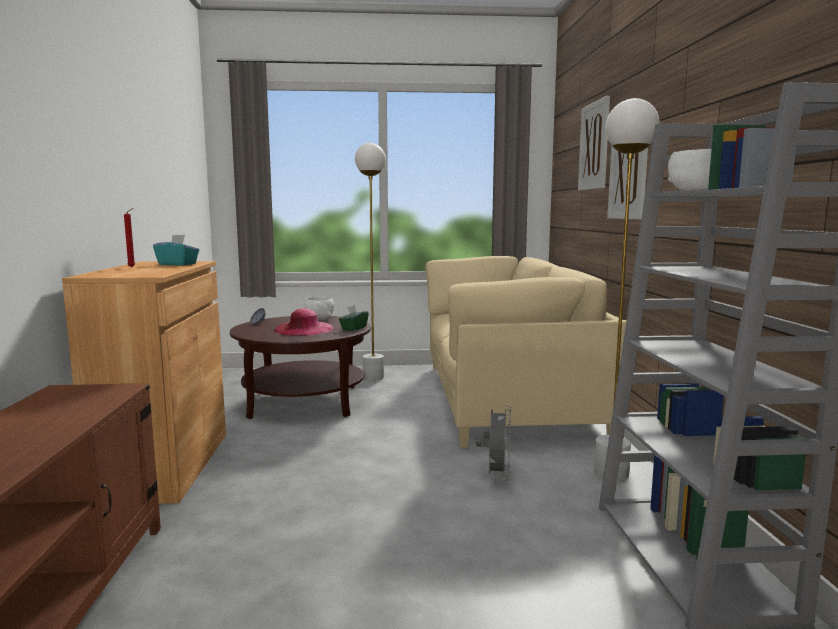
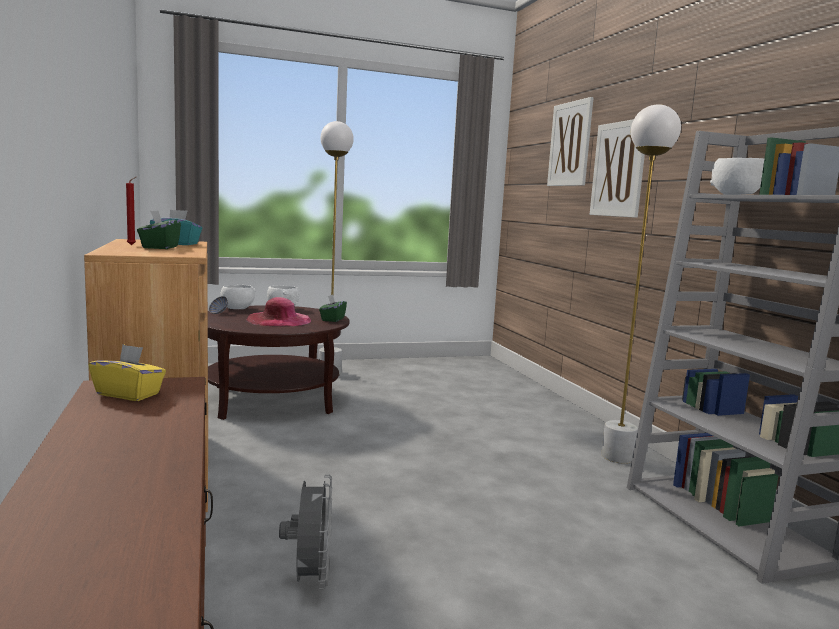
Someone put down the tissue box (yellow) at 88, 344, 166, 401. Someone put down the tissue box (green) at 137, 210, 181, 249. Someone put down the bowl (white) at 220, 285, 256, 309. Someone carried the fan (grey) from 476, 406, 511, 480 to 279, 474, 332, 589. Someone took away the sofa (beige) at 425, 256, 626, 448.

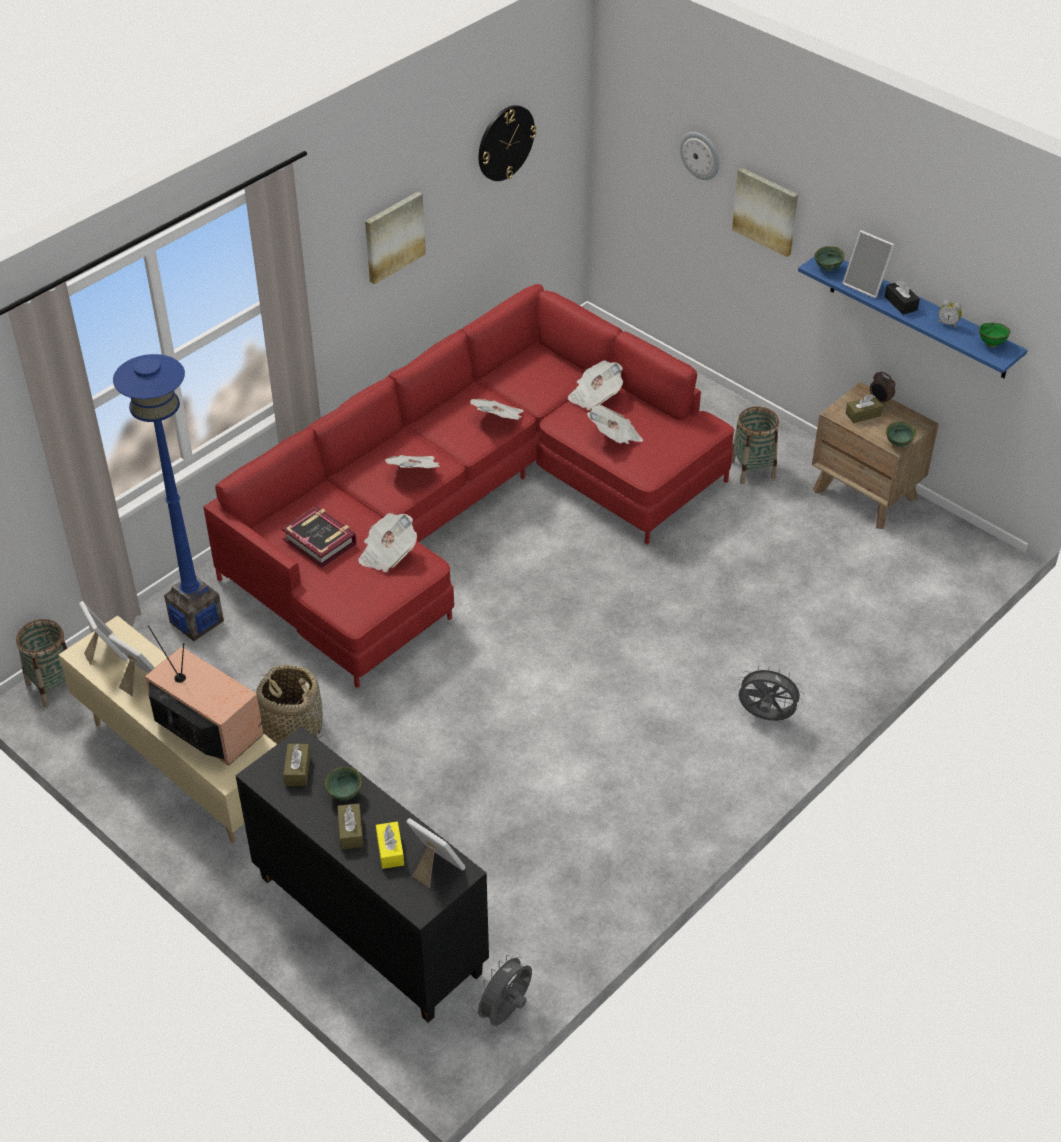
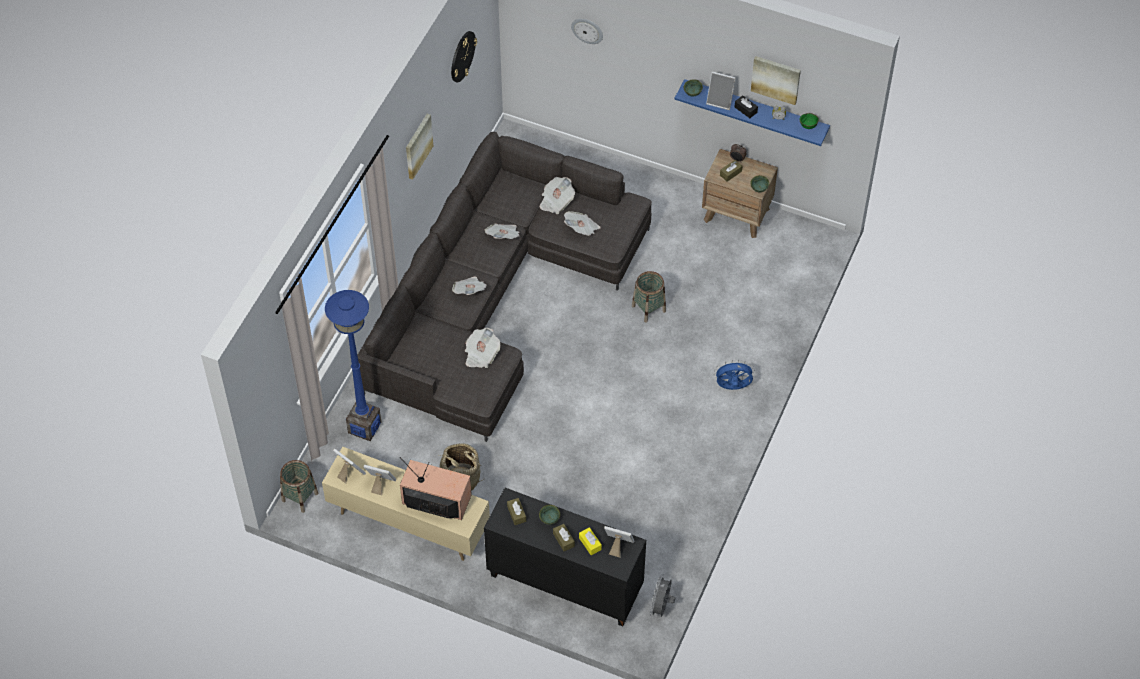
Someone repainted the sofa (red) at 203, 284, 734, 688, which became the sofa (grey) at 357, 132, 652, 442. Someone carried the basket from 731, 406, 779, 484 to 632, 271, 666, 323. Someone repainted the fan (grey) at 737, 665, 804, 721, which became the fan (blue) at 714, 360, 755, 390. Someone carried the picture from 732, 168, 798, 257 to 751, 56, 801, 105. Someone took away the book at 281, 506, 357, 568.

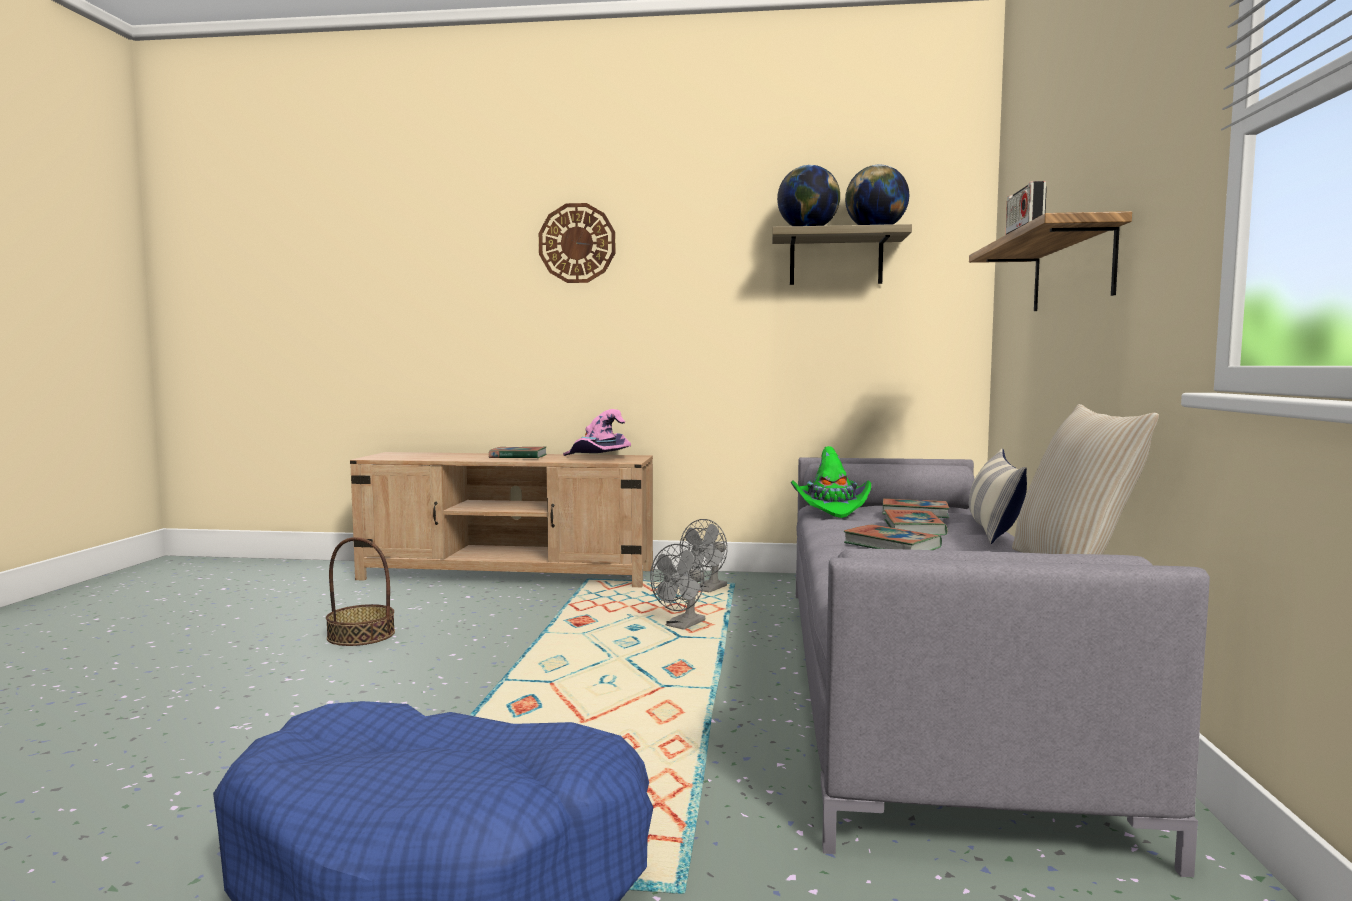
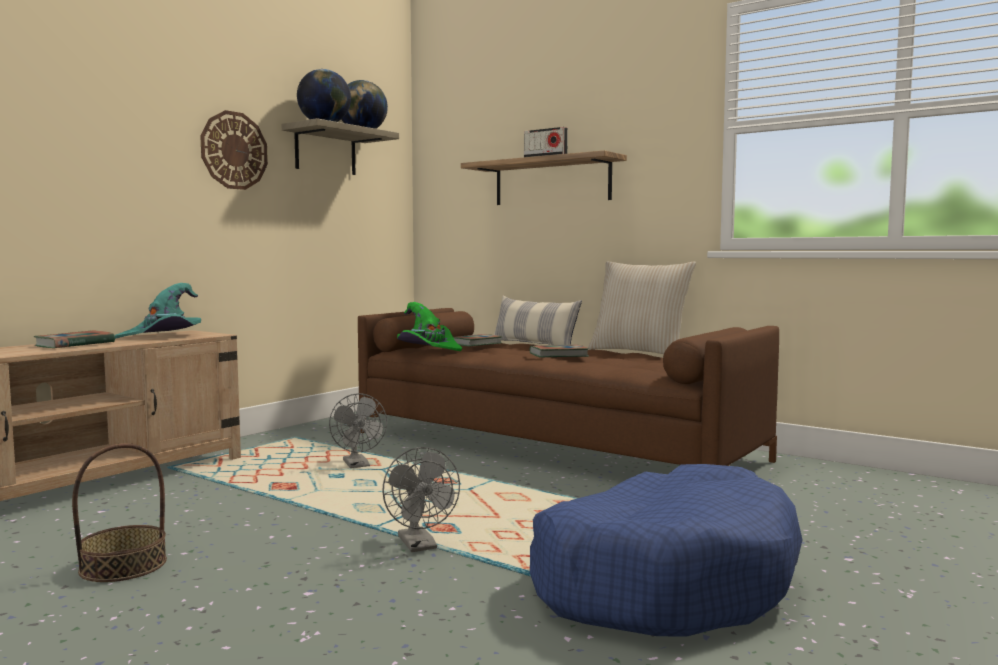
Someone repainted the hat (pink) at 563, 409, 631, 456, which became the hat (turquoise) at 114, 283, 201, 339. Someone carried the wall clock from 539, 203, 615, 283 to 200, 110, 268, 190. Someone repainted the sofa (grey) at 796, 457, 1210, 878, which became the sofa (brown) at 358, 308, 779, 466. Someone carried the fan (grey) from 680, 519, 728, 593 to 383, 447, 460, 552. Someone took away the book at 884, 509, 948, 535.

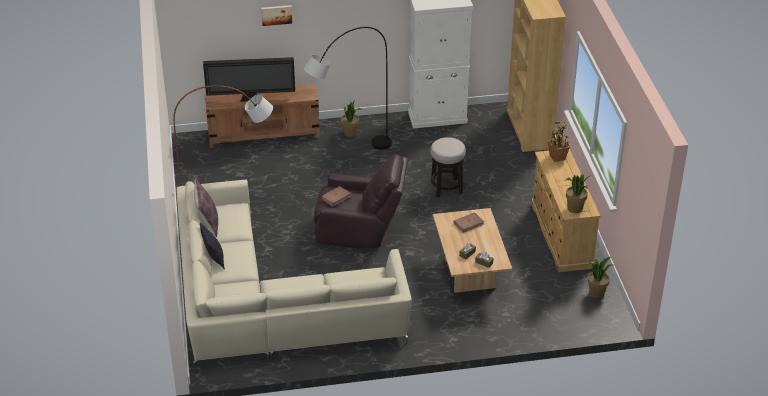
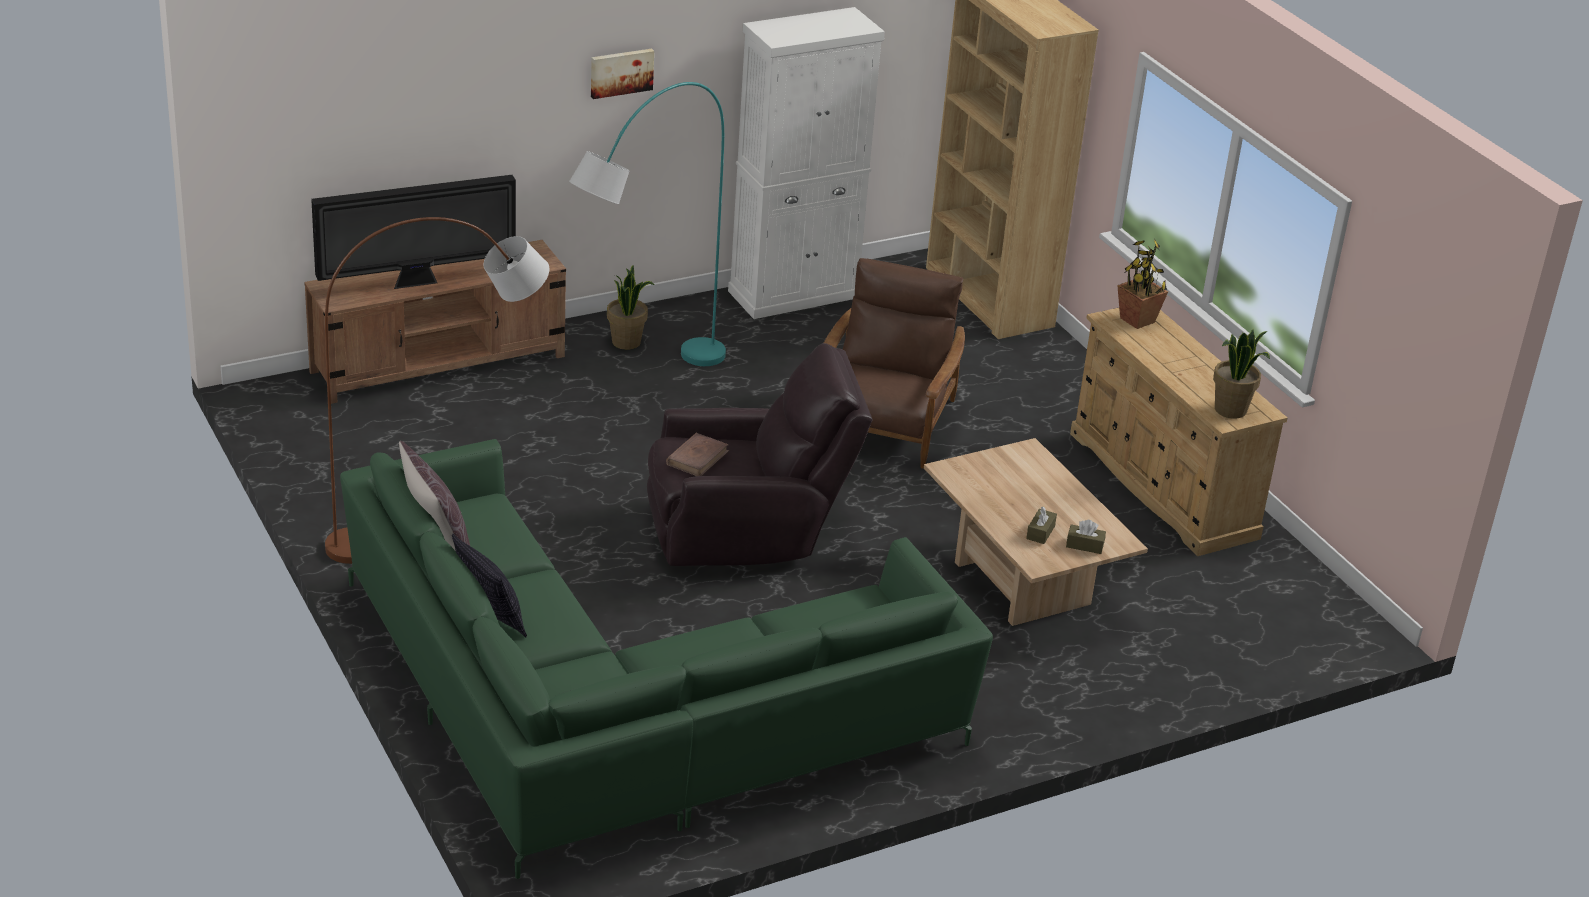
Someone repainted the sofa (beige) at 176, 179, 412, 369, which became the sofa (green) at 340, 439, 993, 879. Someone repainted the floor lamp (grey) at 303, 27, 392, 150, which became the floor lamp (turquoise) at 569, 82, 726, 366. Someone carried the picture from 261, 5, 292, 26 to 591, 49, 654, 99. Someone swapped the stool at 430, 137, 466, 197 for the armchair (brown) at 824, 258, 965, 469. Someone took away the book (brown) at 453, 212, 484, 233. Someone took away the potted plant at 587, 257, 614, 298.

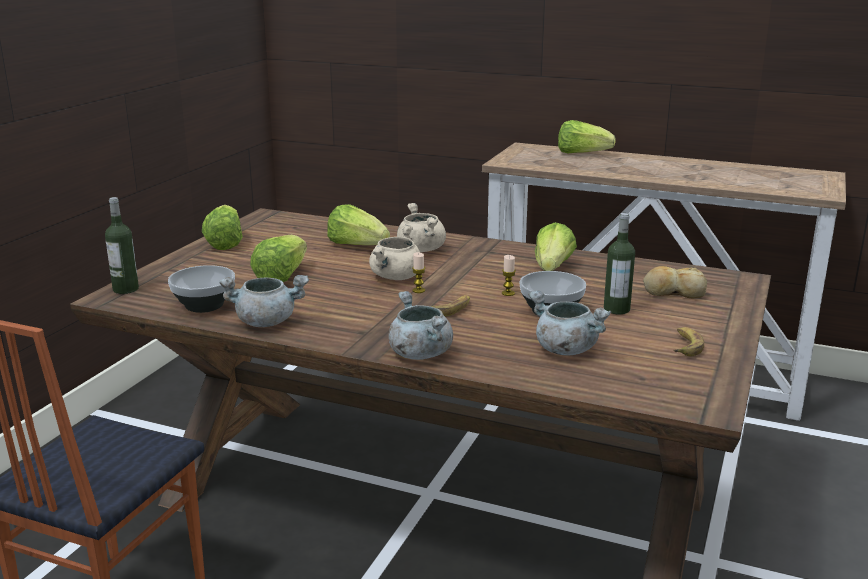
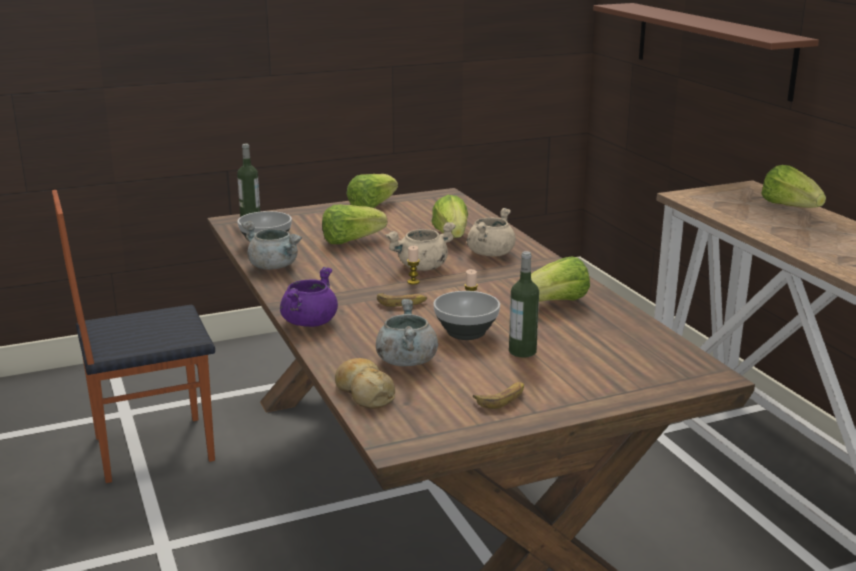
Someone repainted the cooking pot (grey) at 389, 291, 453, 360, which became the cooking pot (purple) at 280, 267, 338, 327. Someone carried the bread from 643, 266, 707, 299 to 335, 358, 395, 409. Someone put up the shelf (brown) at 593, 3, 819, 102.

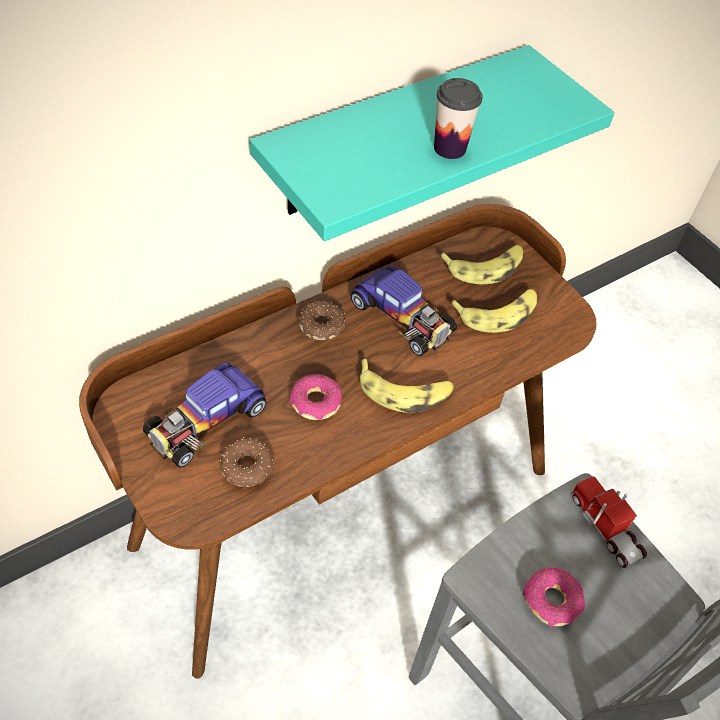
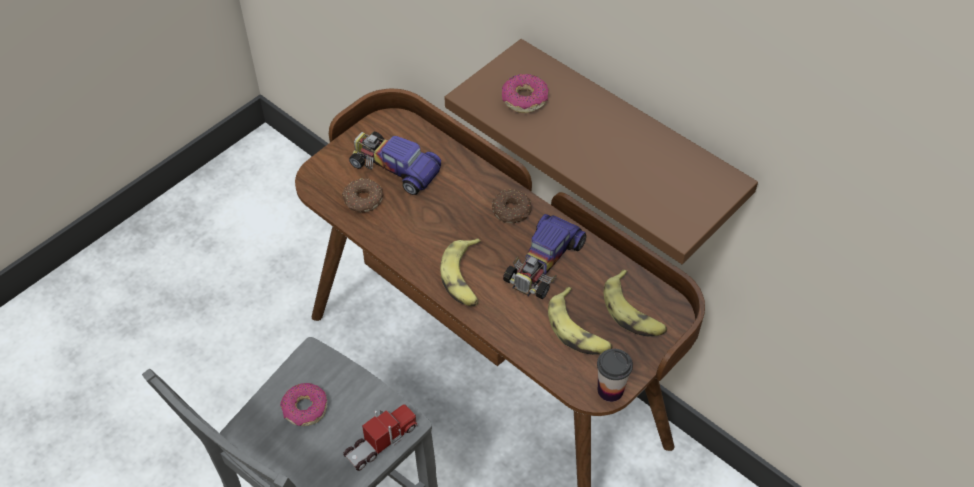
Someone repainted the shelf (turquoise) at 249, 45, 615, 241, which became the shelf (brown) at 445, 39, 758, 264. Someone carried the donut from 290, 374, 342, 420 to 502, 74, 549, 113. Someone carried the cup from 434, 78, 483, 159 to 597, 349, 633, 402.

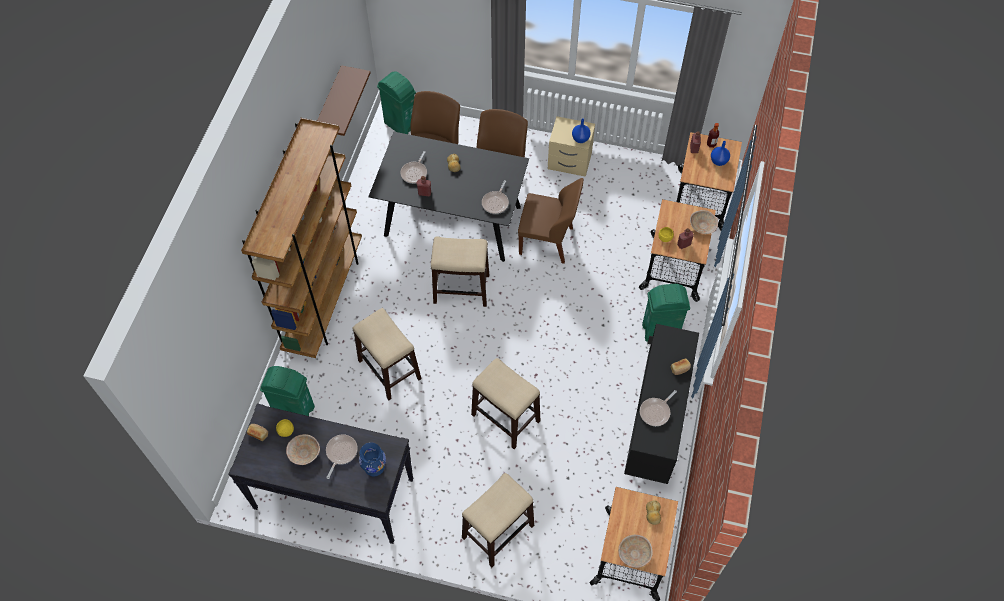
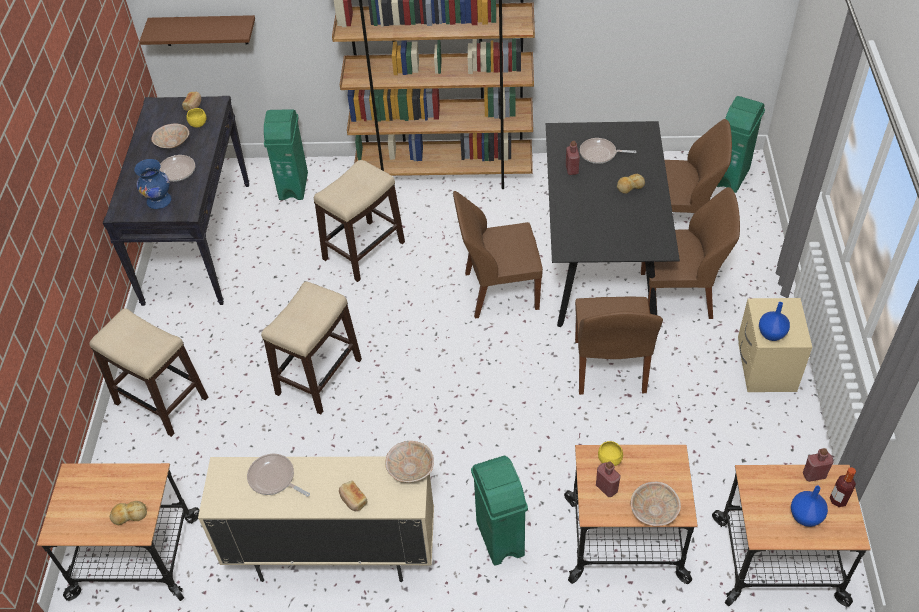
Someone carried the shelf (brown) from 317, 65, 371, 136 to 139, 15, 255, 46. Someone repainted the cabinet (black) at 624, 324, 699, 484, which became the cabinet (beige) at 198, 457, 434, 582. Someone carried the bowl (beige) from 618, 535, 653, 568 to 385, 441, 434, 482. Someone swapped the stool at 431, 236, 489, 307 for the chair (brown) at 453, 191, 543, 319. Someone took away the frying pan at 482, 180, 509, 214.

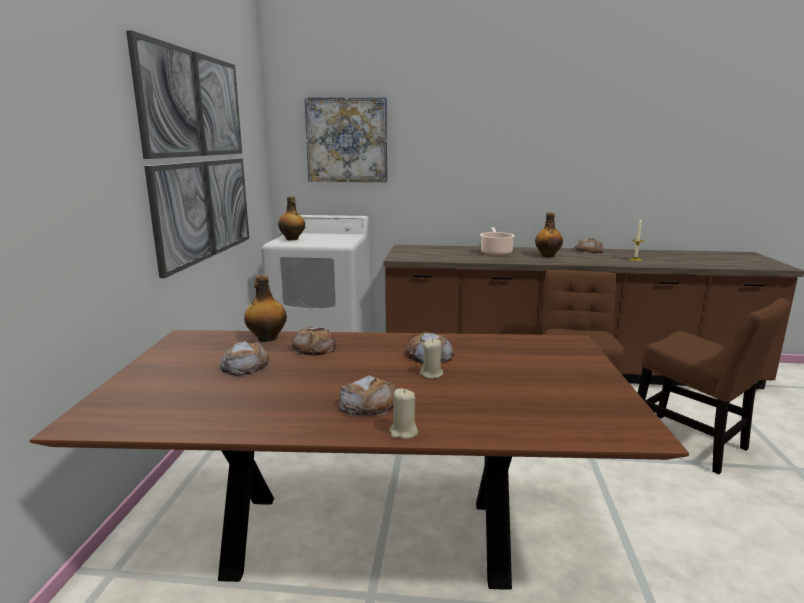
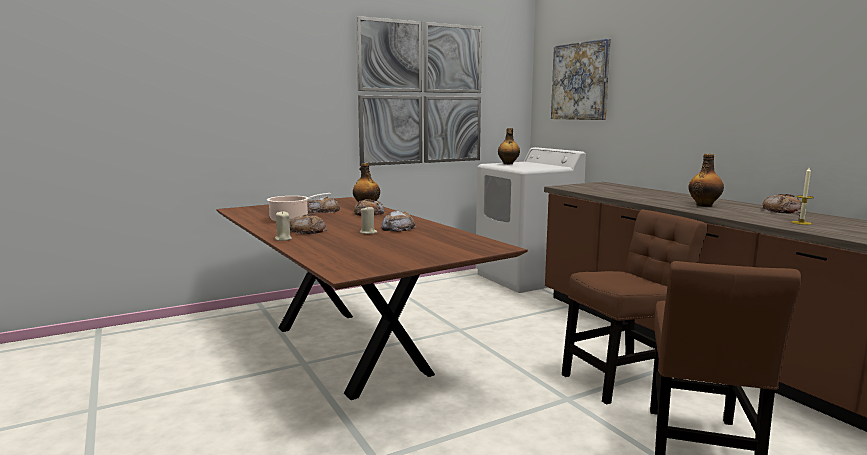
Someone carried the cooking pot from 480, 227, 515, 256 to 267, 193, 332, 223.

